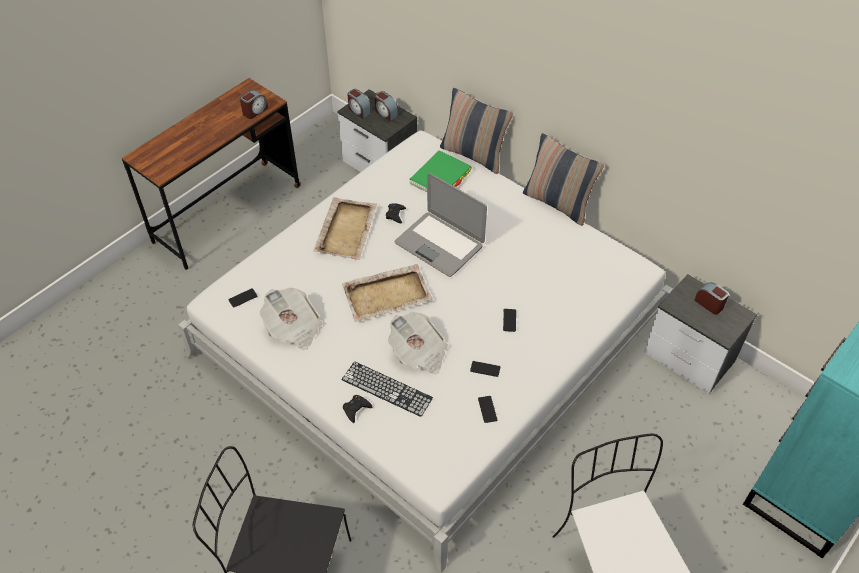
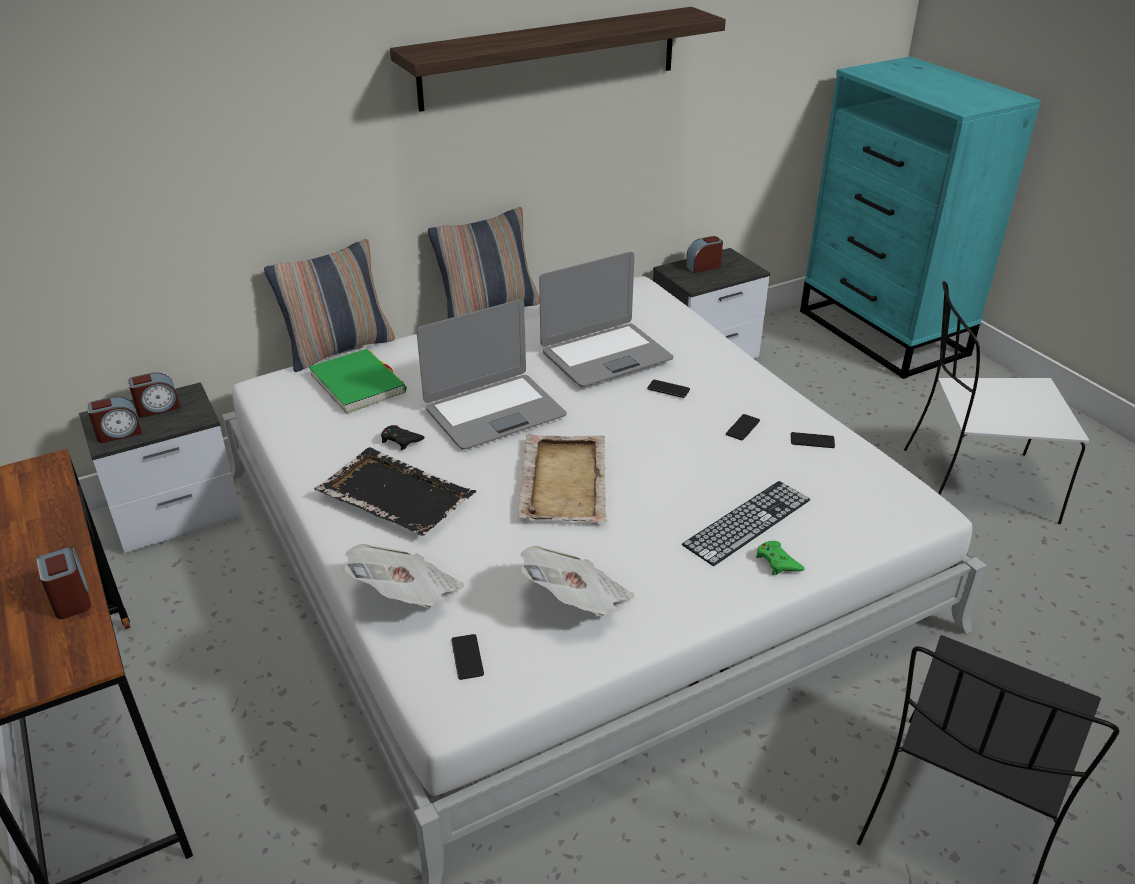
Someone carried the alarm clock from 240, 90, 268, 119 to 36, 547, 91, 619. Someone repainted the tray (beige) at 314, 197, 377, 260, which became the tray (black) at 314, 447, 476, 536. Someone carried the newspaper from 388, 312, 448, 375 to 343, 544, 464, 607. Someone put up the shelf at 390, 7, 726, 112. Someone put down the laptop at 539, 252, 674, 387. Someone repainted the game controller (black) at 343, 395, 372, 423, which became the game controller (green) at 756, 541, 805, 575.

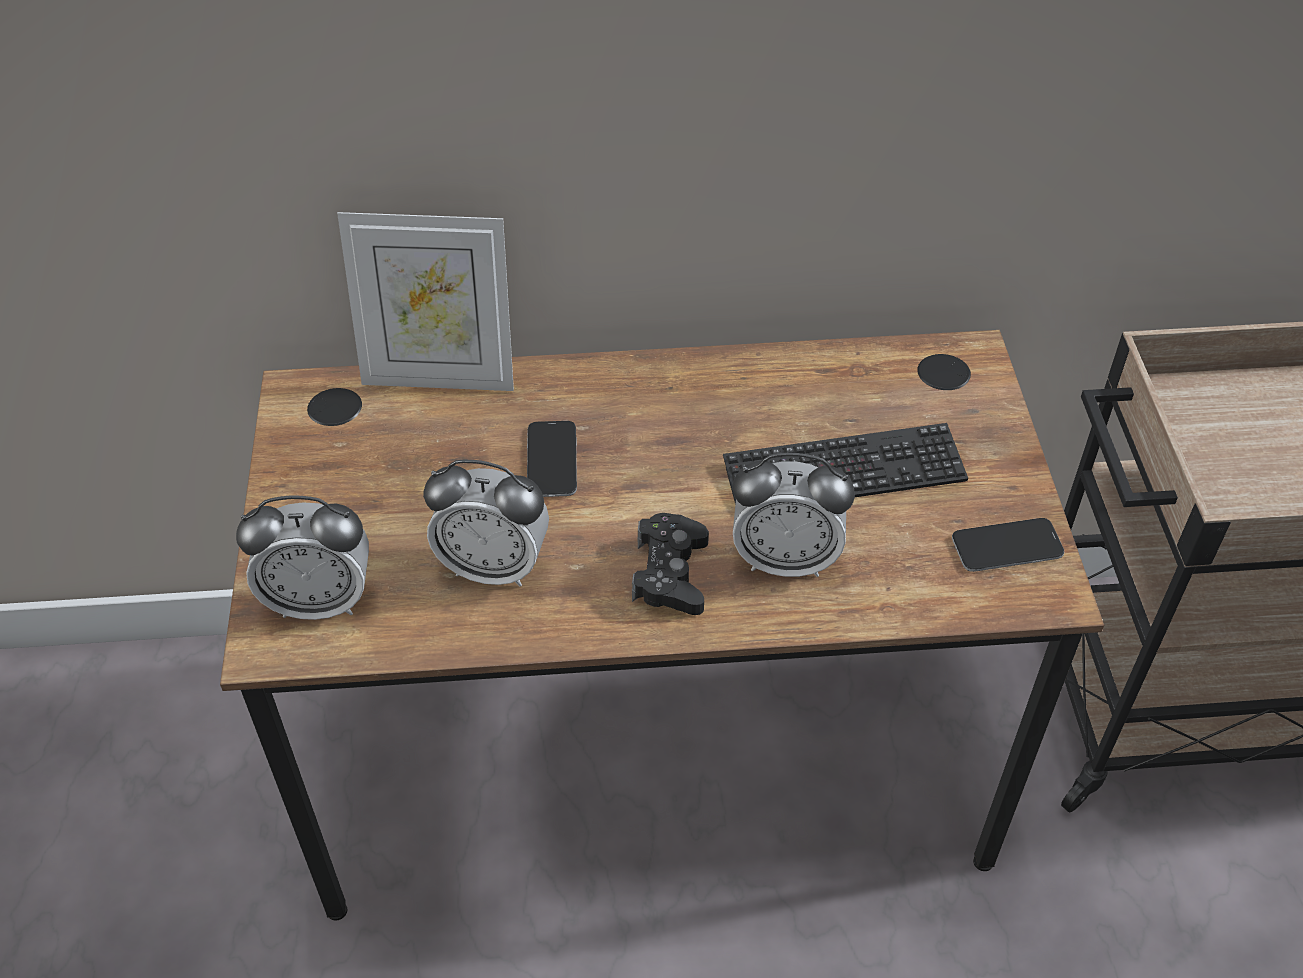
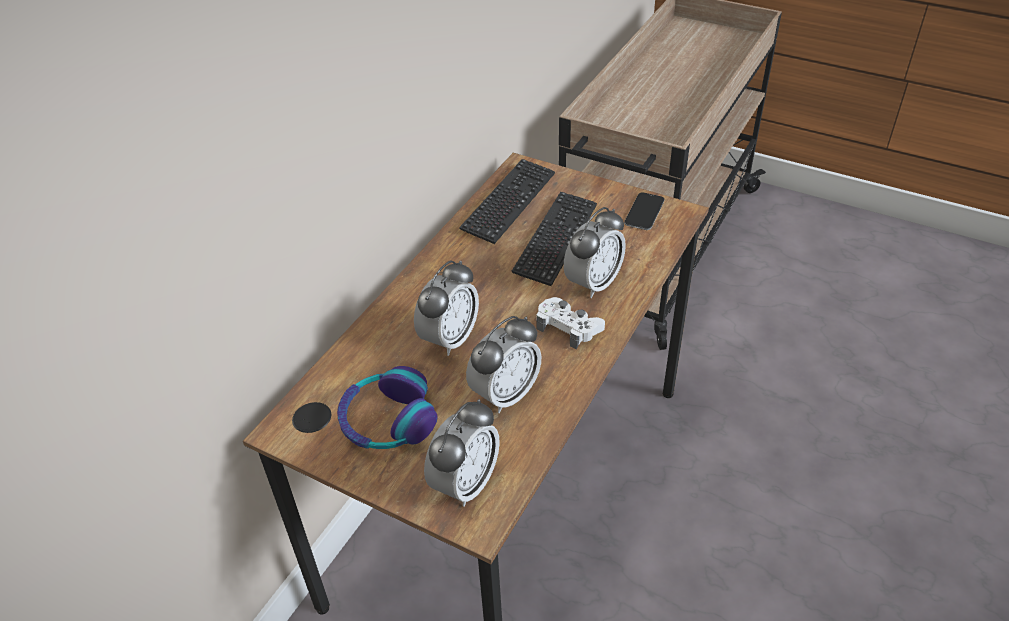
Someone put down the headphones at 337, 366, 438, 449. Someone swapped the phone at 527, 421, 577, 497 for the alarm clock at 414, 260, 479, 356. Someone put down the keyboard at 459, 159, 555, 244. Someone repainted the game controller (black) at 632, 513, 709, 615, which became the game controller (white) at 536, 297, 605, 350. Someone took away the picture frame at 337, 212, 514, 391.

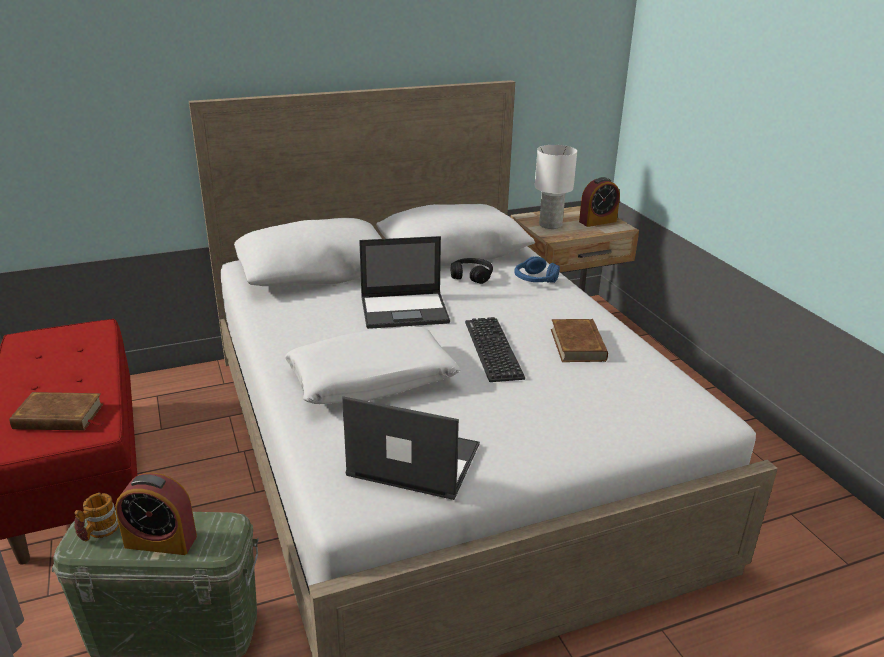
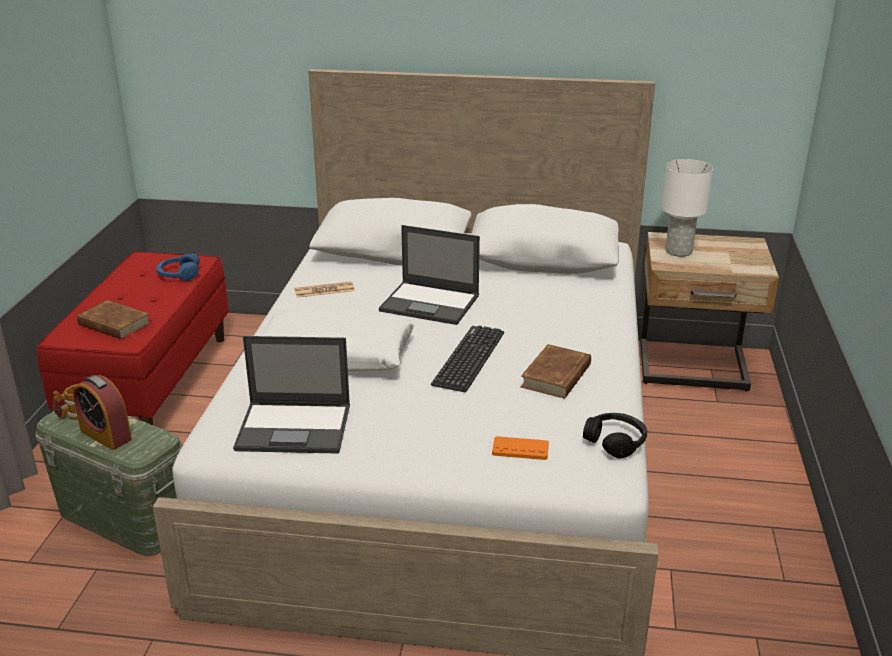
Someone carried the headphones (blue) from 514, 256, 560, 283 to 156, 253, 200, 281. Someone rotated the laptop at 342, 396, 480, 500 by 135 degrees clockwise. Someone put down the newspaper at 295, 281, 355, 298. Someone put down the game controller (orange) at 492, 436, 549, 460. Someone carried the headphones (black) from 450, 258, 493, 284 to 583, 413, 647, 458. Someone took away the alarm clock at 579, 177, 620, 227.

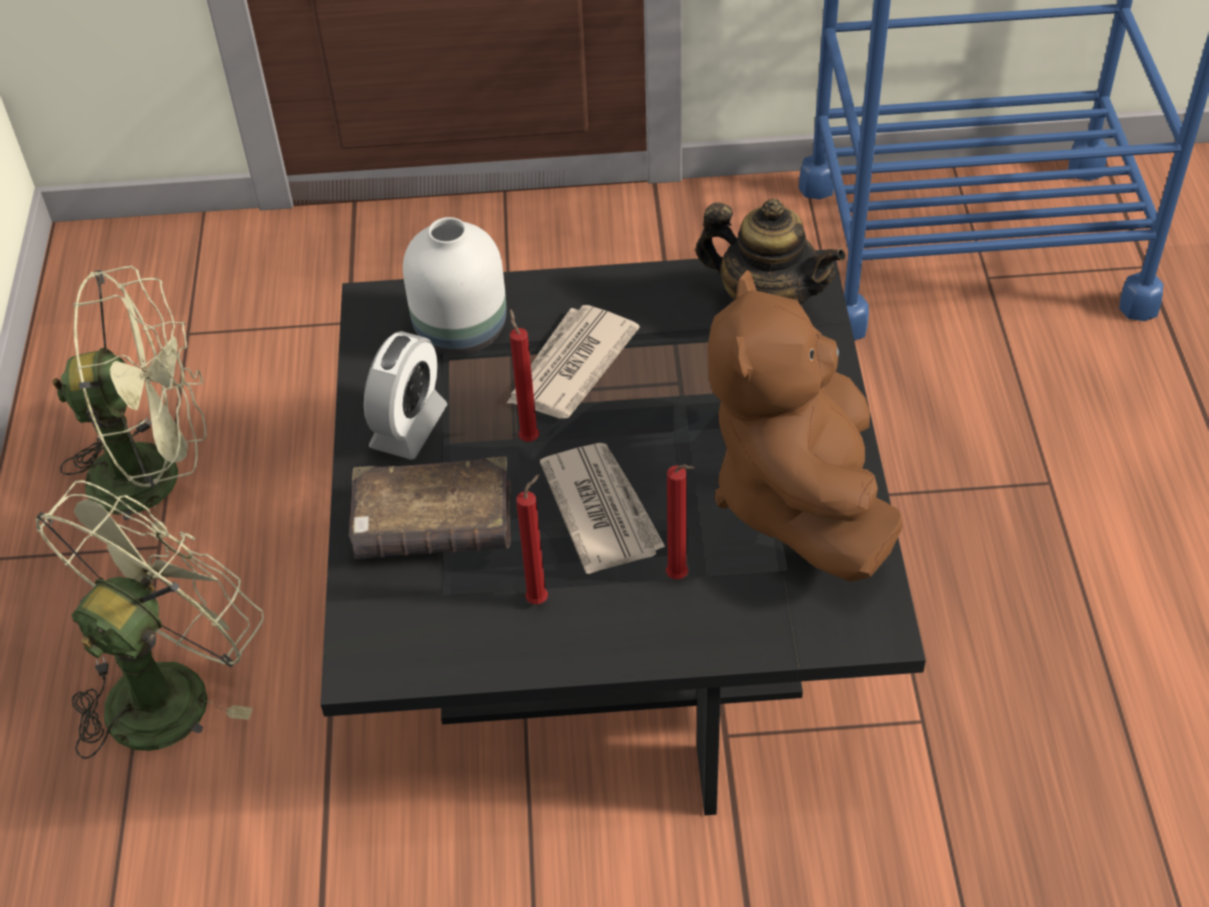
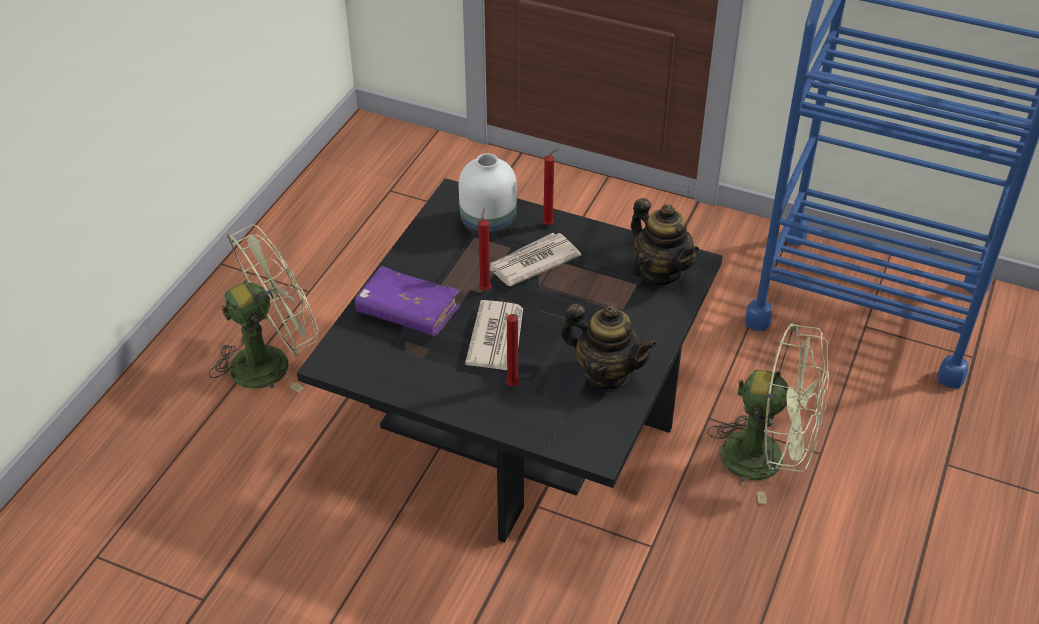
Someone repainted the book (brown) at 349, 456, 511, 559, which became the book (purple) at 355, 266, 460, 336. Someone carried the candle (red) from 516, 474, 548, 604 to 542, 148, 559, 225. Someone swapped the plush toy (brown) at 708, 270, 903, 582 for the teapot at 561, 304, 657, 389. Someone carried the fan (green) from 52, 266, 207, 540 to 707, 322, 829, 504. Someone took away the alarm clock at 364, 331, 448, 460.

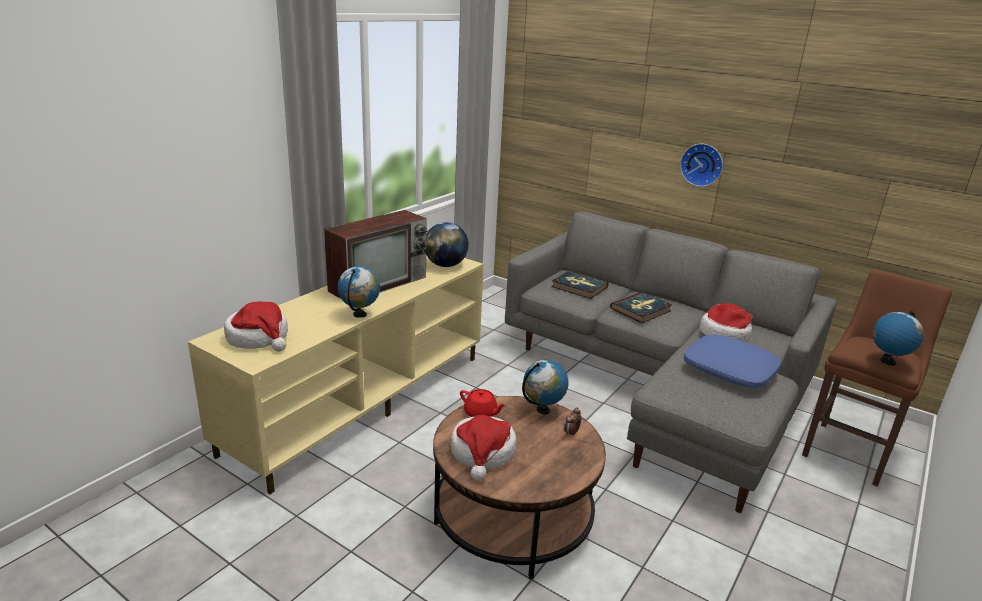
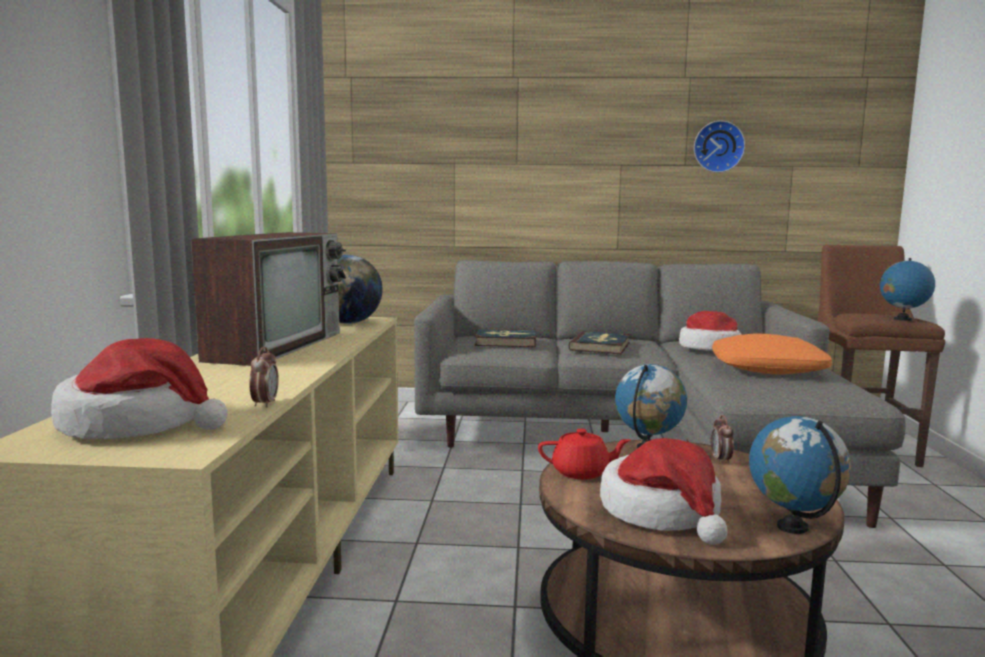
Someone put down the alarm clock at 249, 347, 279, 408. Someone carried the wall clock from 680, 144, 723, 187 to 694, 121, 745, 173. Someone repainted the pillow (blue) at 684, 334, 781, 388, which became the pillow (orange) at 712, 334, 832, 374. Someone carried the globe from 337, 266, 380, 318 to 749, 416, 851, 534.

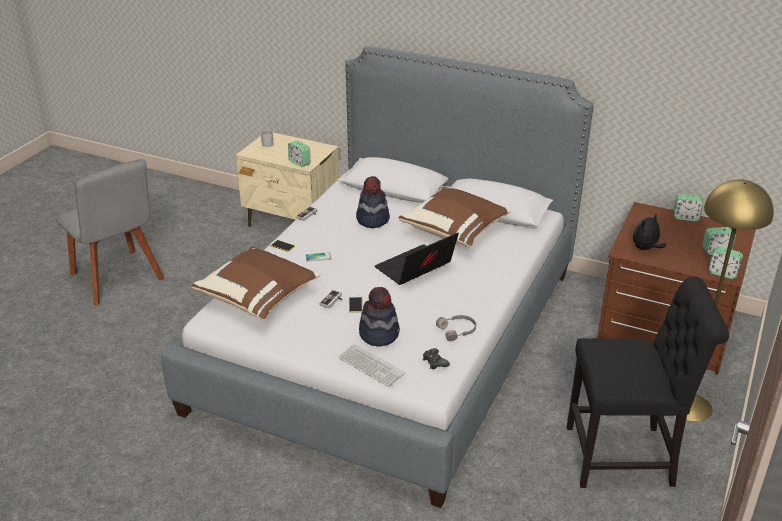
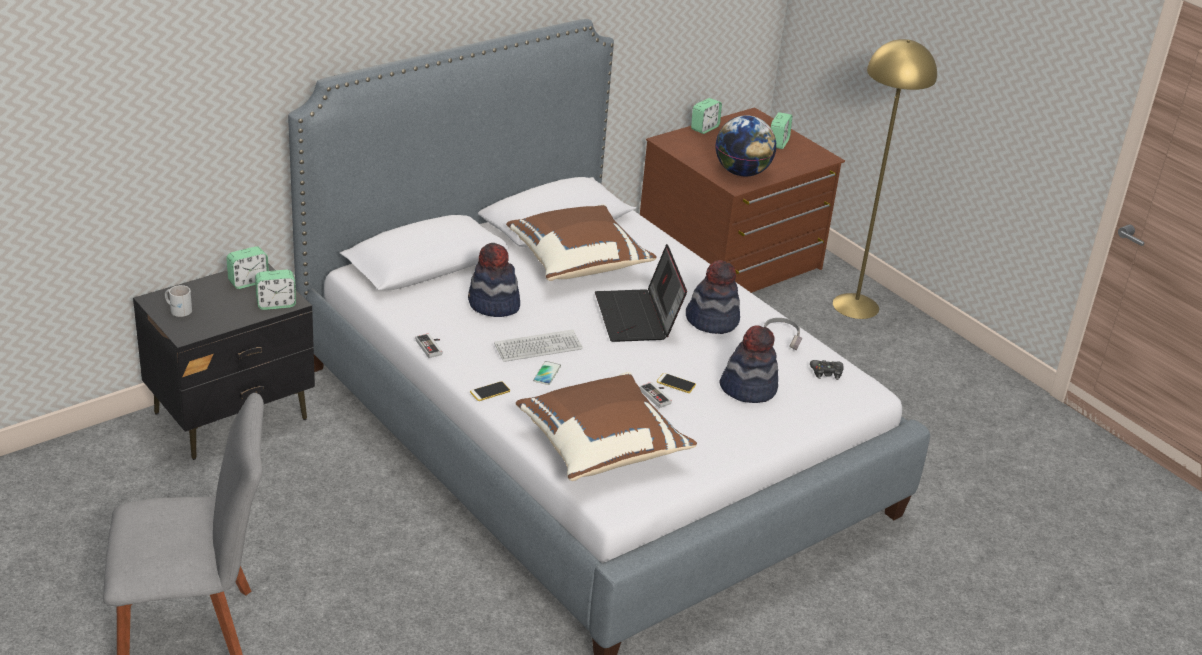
Someone repainted the nightstand (beige) at 236, 133, 340, 227, which became the nightstand (black) at 133, 263, 315, 460. Someone carried the alarm clock from 708, 247, 743, 279 to 226, 246, 269, 289. Someone carried the keyboard from 338, 344, 405, 387 to 494, 329, 583, 362. Someone put down the hat at 686, 260, 740, 334. Someone swapped the plush toy at 633, 214, 666, 250 for the globe at 715, 115, 776, 176. Someone took away the chair (black) at 567, 277, 729, 488.

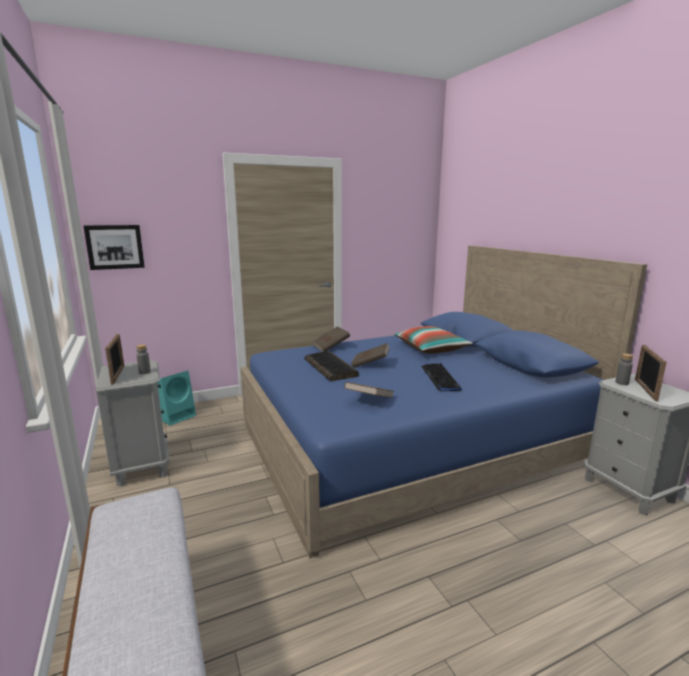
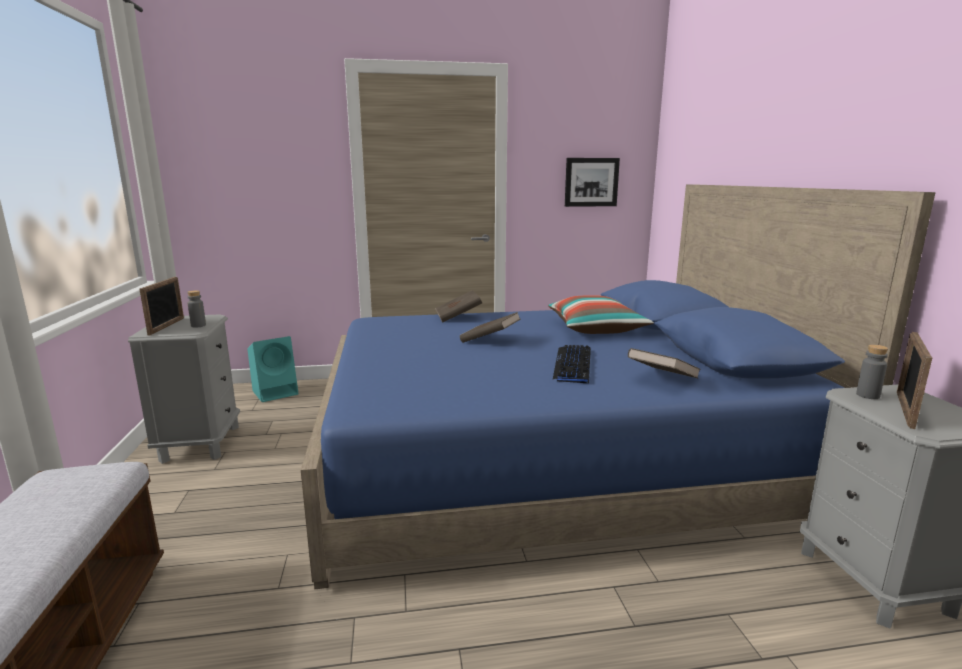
Someone carried the picture from 84, 225, 145, 270 to 565, 158, 620, 207. Someone carried the book (brown) from 344, 382, 393, 398 to 628, 348, 701, 378. Someone took away the keyboard at 304, 351, 359, 381.

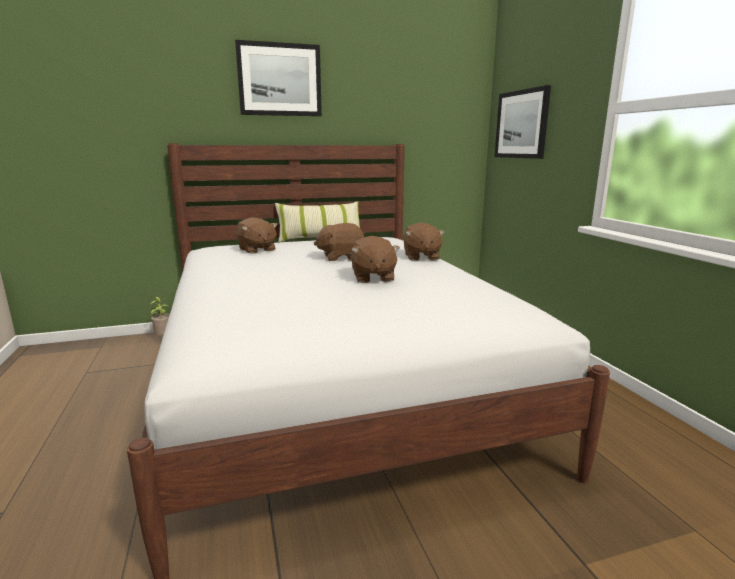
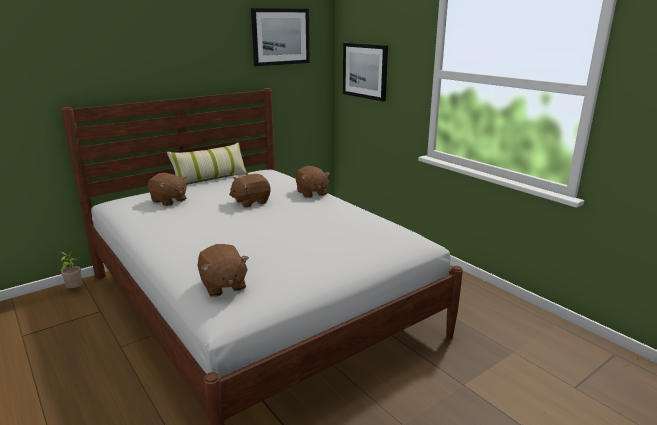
Someone carried the plush toy (brown) from 351, 236, 400, 283 to 198, 244, 249, 297. Someone carried the picture from 235, 40, 322, 116 to 251, 8, 310, 66.

